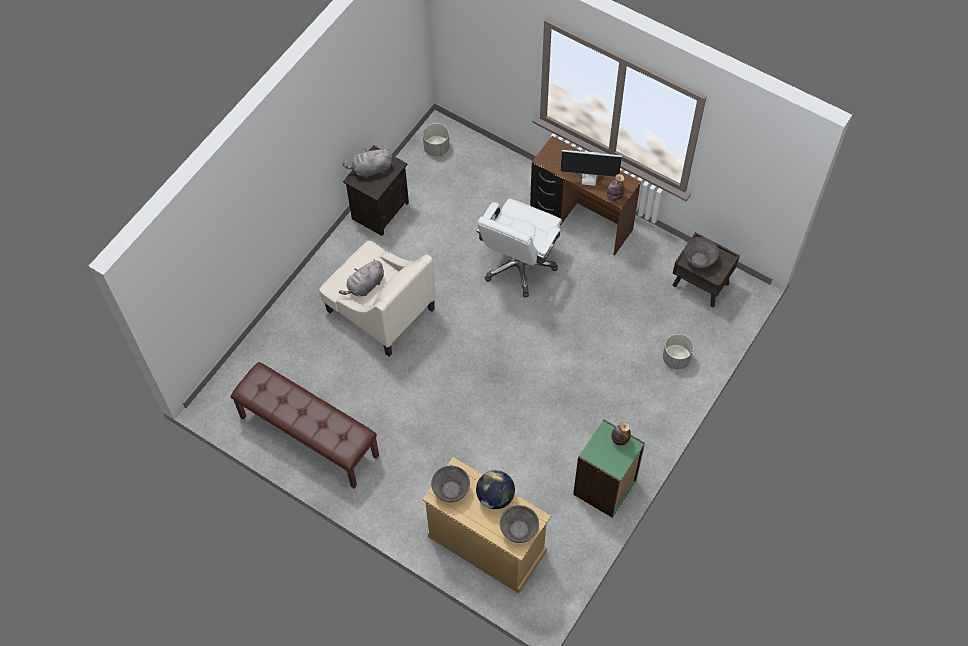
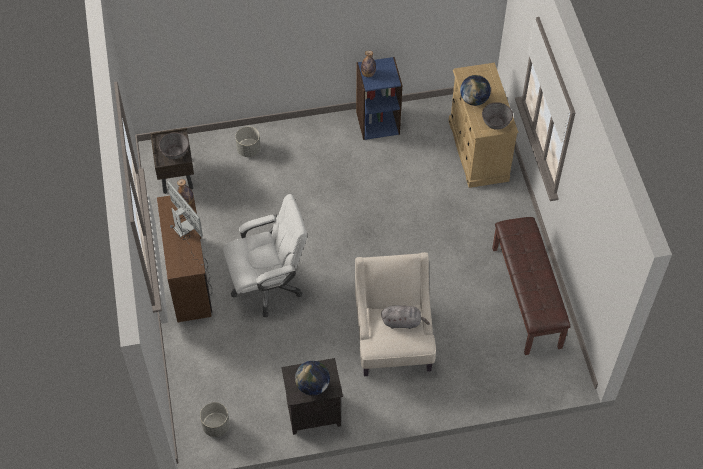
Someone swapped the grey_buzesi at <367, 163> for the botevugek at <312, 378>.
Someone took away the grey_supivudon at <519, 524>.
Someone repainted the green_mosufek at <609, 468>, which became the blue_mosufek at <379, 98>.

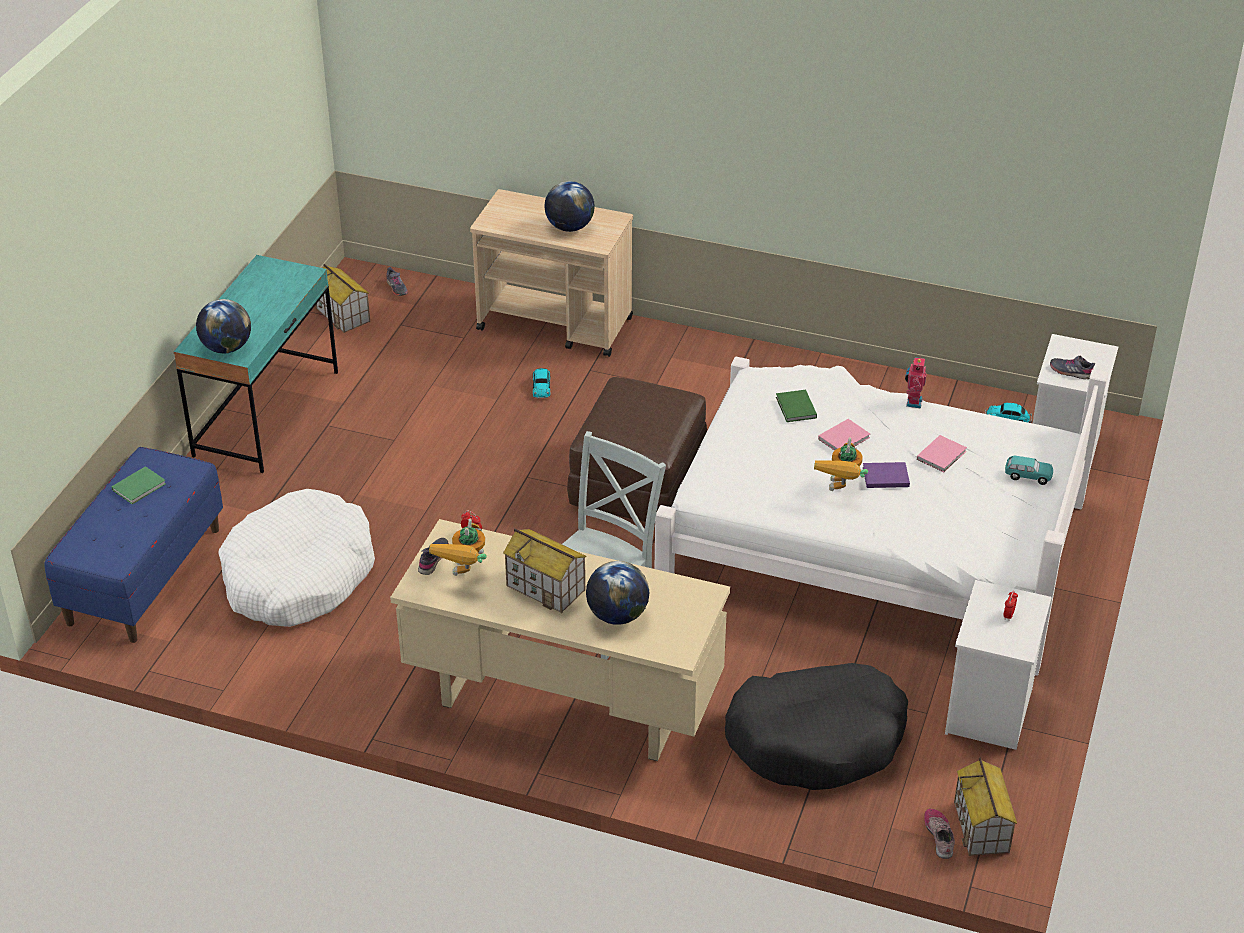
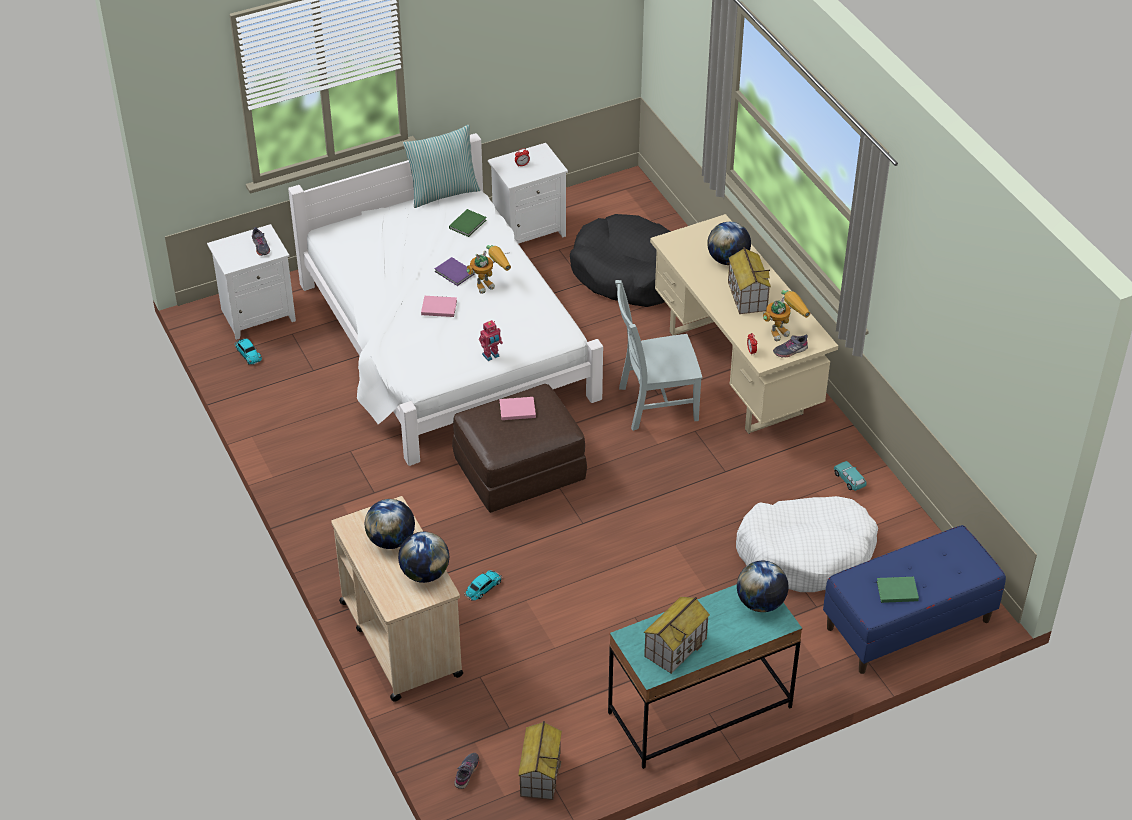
Someone carried the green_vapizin from <796, 406> to <467, 223>.
Someone carried the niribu from <916, 382> to <491, 340>.
Someone carried the pink_vapizin from <942, 453> to <517, 408>.
Someone took away the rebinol at <939, 834>.
Someone carried the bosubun from <985, 807> to <677, 635>.
Someone carried the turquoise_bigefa from <1029, 470> to <850, 476>.
Someone put down the botevugek at <423, 557>.
Someone put down the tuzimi at <441, 166>.

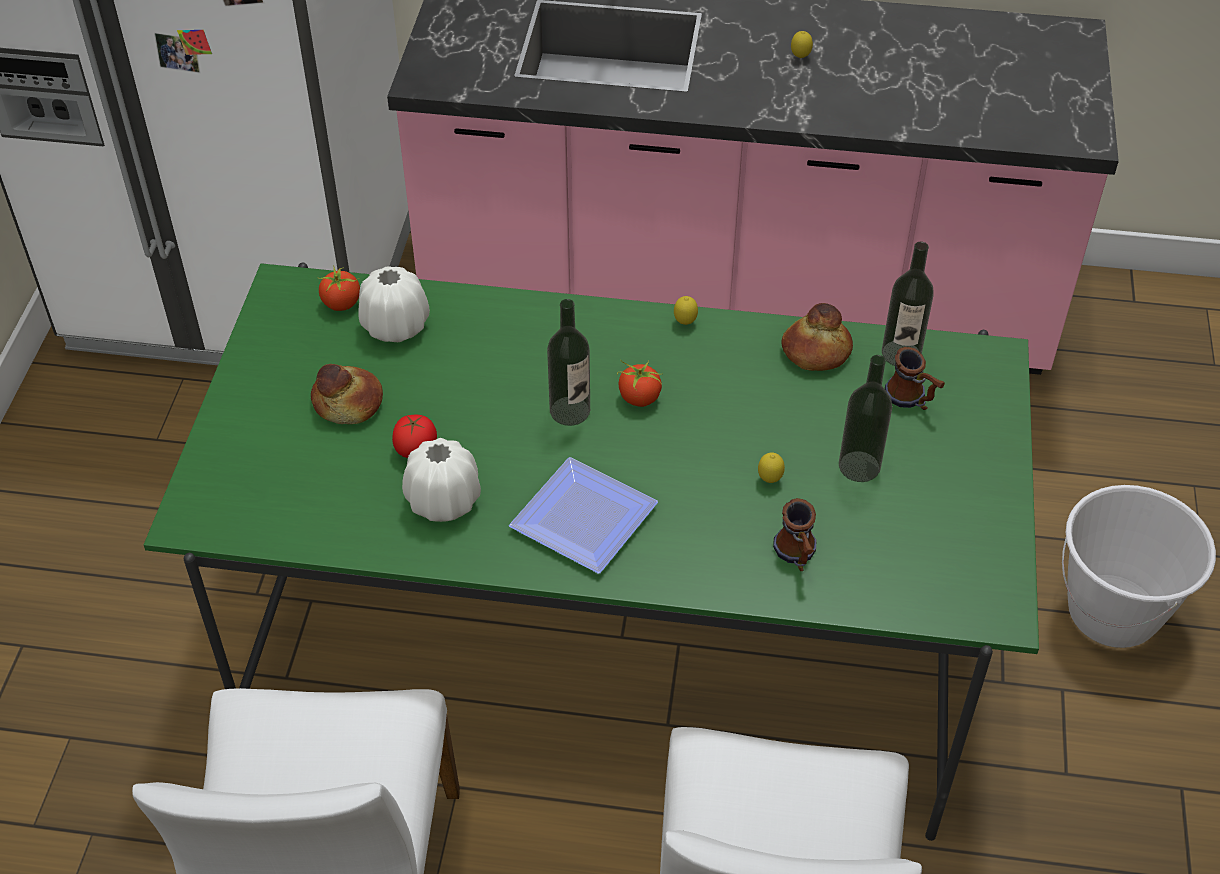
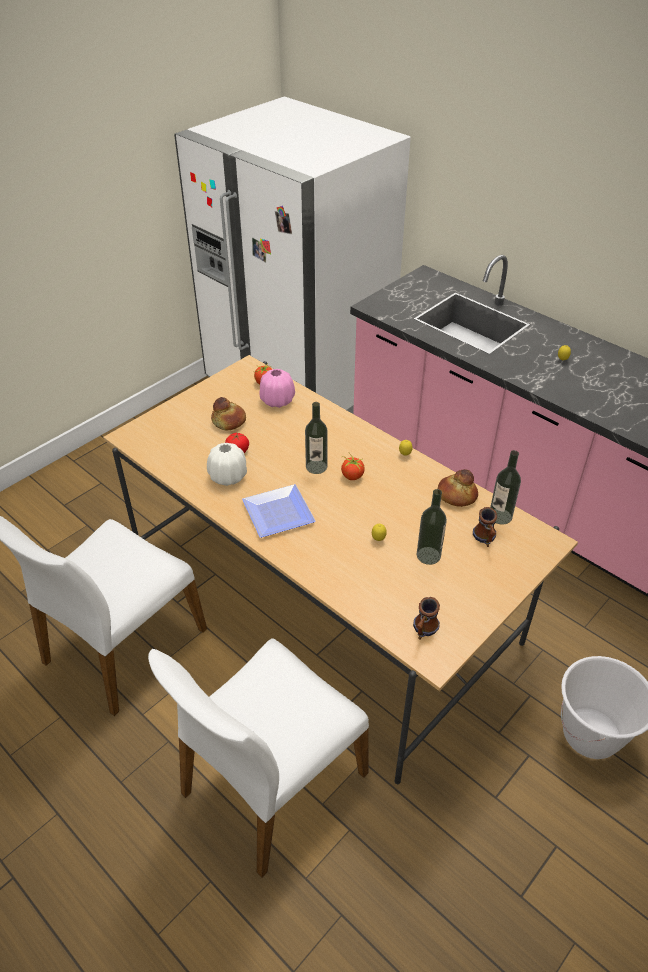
Someone repainted the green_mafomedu at <591, 551>, which became the beige_mafomedu at <340, 569>.
Someone repainted the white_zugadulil at <394, 304>, which became the pink_zugadulil at <277, 388>.
Someone carried the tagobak from <795, 534> to <426, 618>.

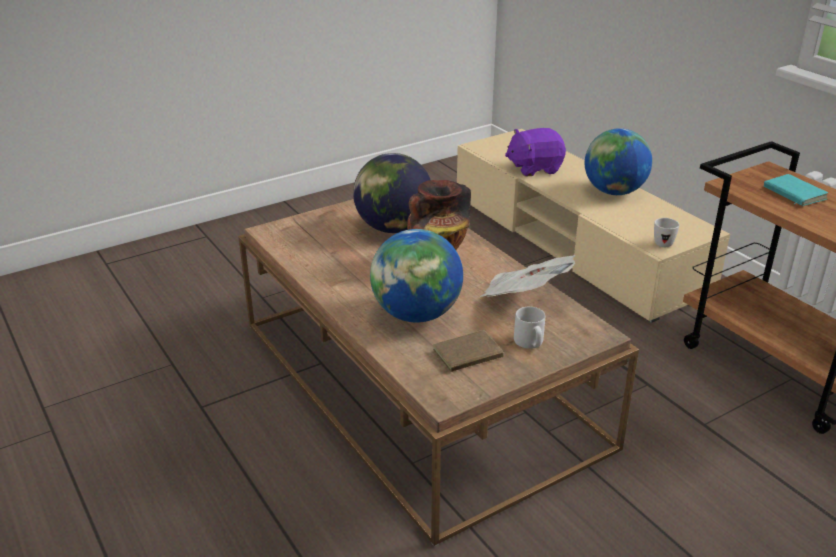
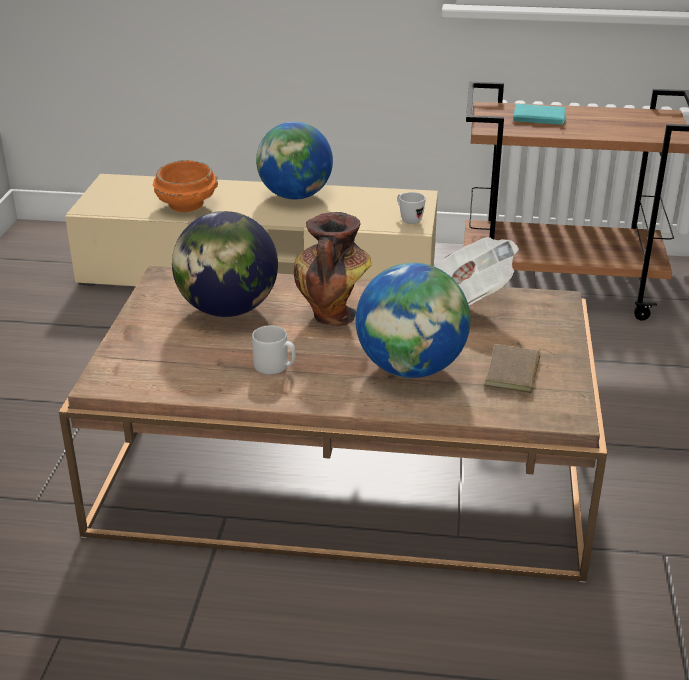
Someone swapped the purple_buzesi at <535, 152> for the orange_supivudon at <185, 186>.
Someone carried the grey_tagobak from <529, 327> to <274, 349>.

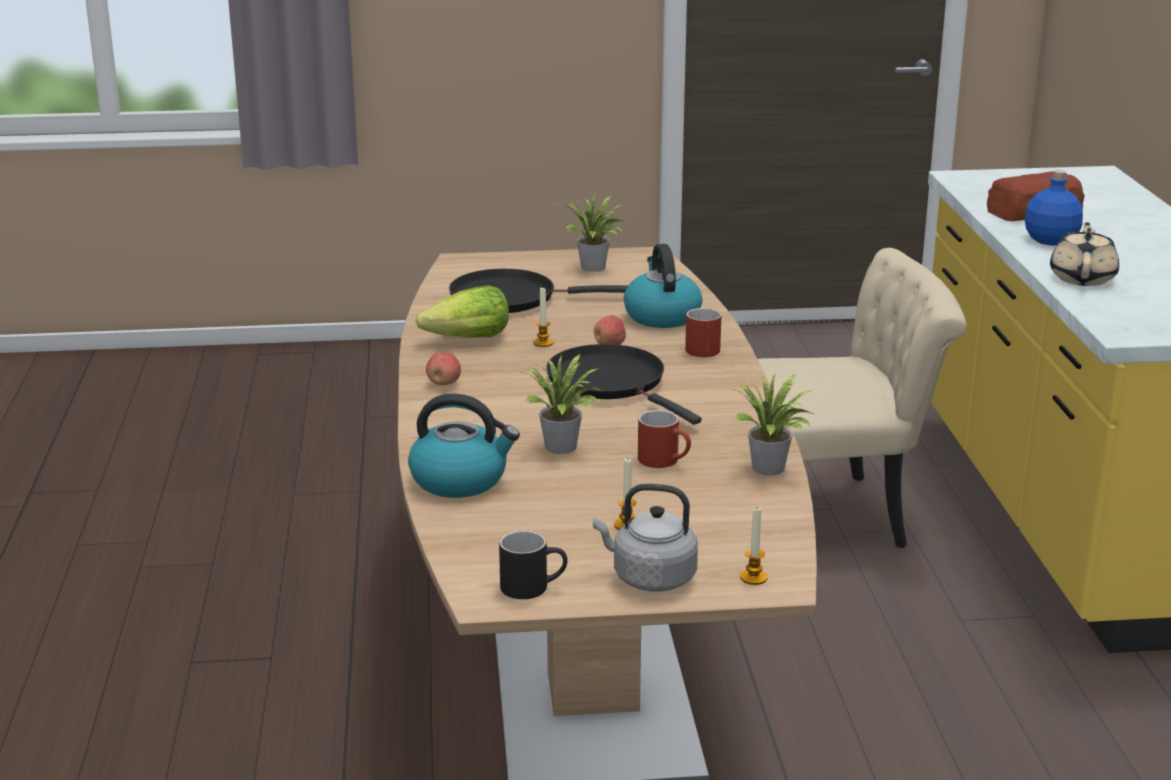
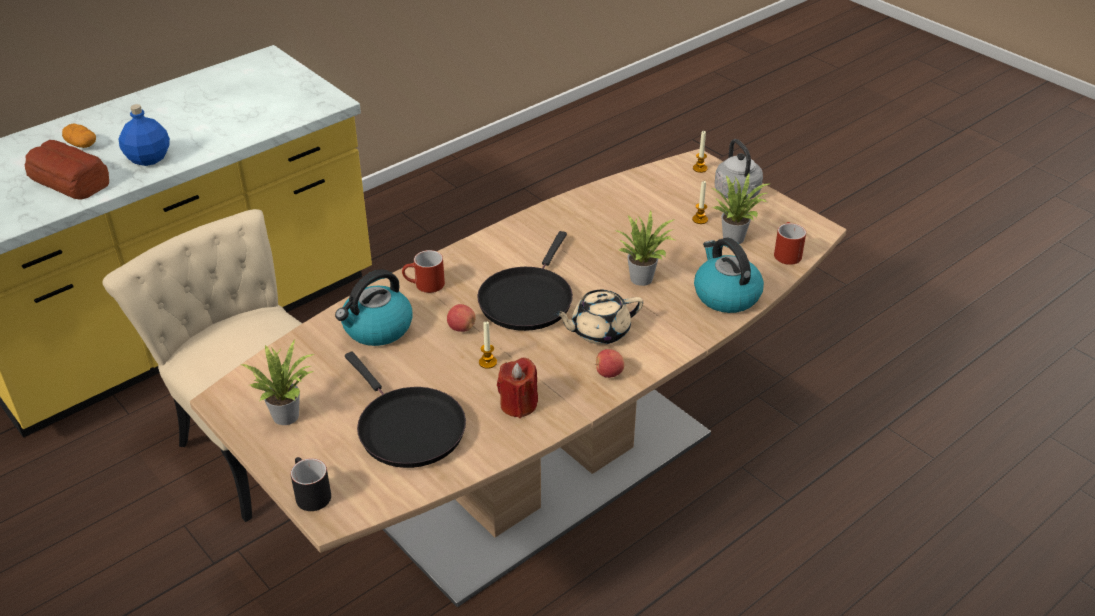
Someone swapped the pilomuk at <462, 311> for the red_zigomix at <517, 388>.
Someone carried the black_tagobak from <533, 564> to <311, 484>.
Someone carried the red_tagobak from <664, 439> to <790, 243>.
Someone carried the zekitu from <768, 424> to <741, 208>.
Someone carried the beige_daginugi from <1084, 254> to <598, 317>.
Someone put down the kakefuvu at <79, 136>.

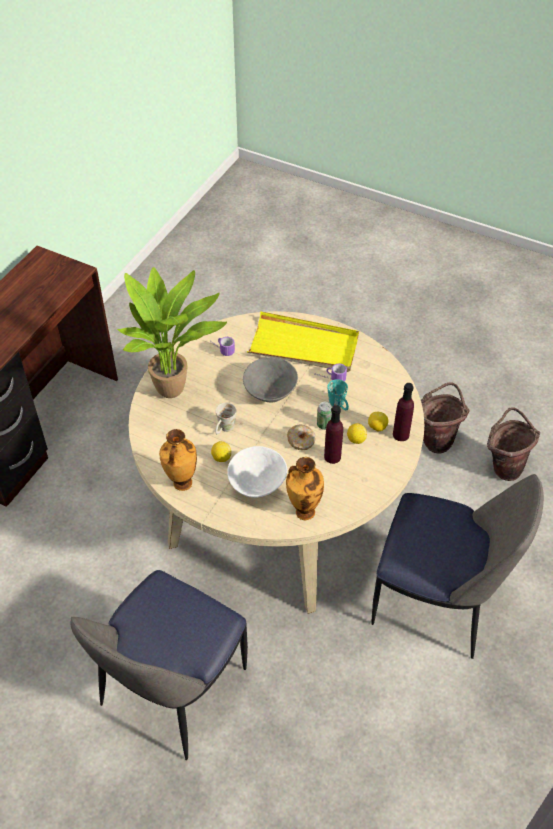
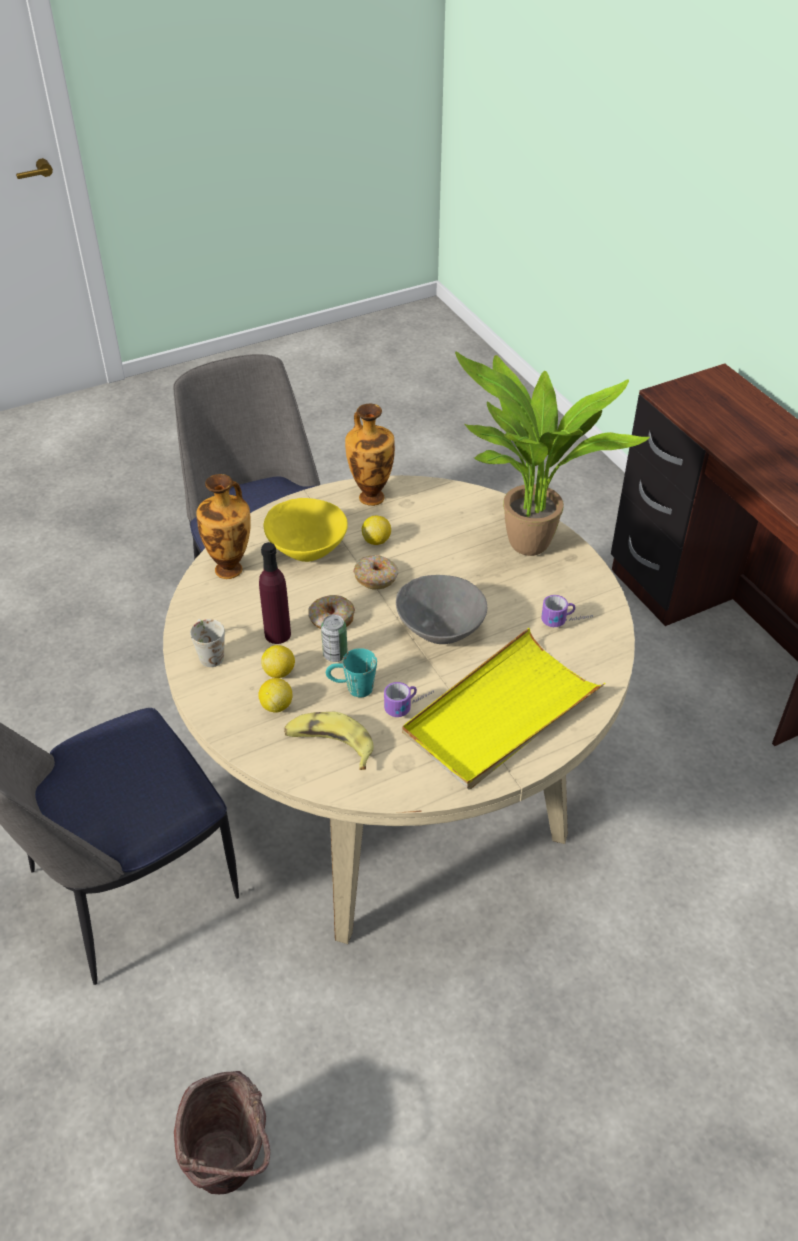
Someone carried the white_tagobak from <225, 418> to <207, 643>.
Someone repainted the white_supivudon at <257, 472>, which became the yellow_supivudon at <306, 530>.
Someone took away the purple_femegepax at <403, 412>.
Someone took away the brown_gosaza at <445, 418>.
Someone put down the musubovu at <329, 741>.
Someone put down the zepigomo at <375, 572>.

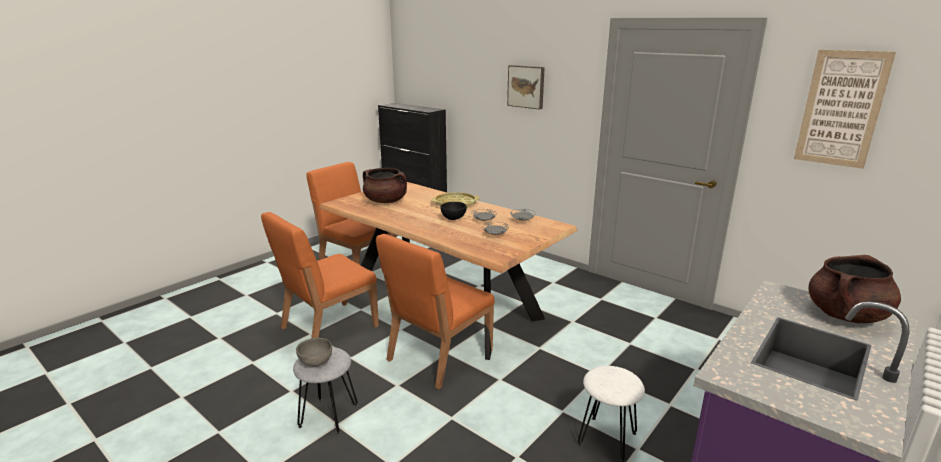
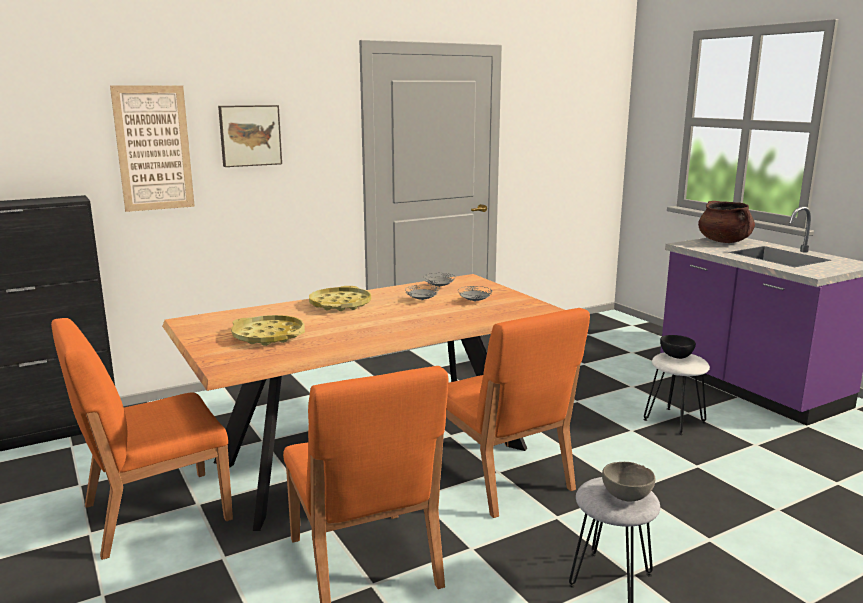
Someone swapped the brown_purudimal at <385, 185> for the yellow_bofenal at <268, 330>.
Someone carried the black_supivudon from <453, 211> to <678, 347>.
Someone carried the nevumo from <845, 109> to <152, 148>.

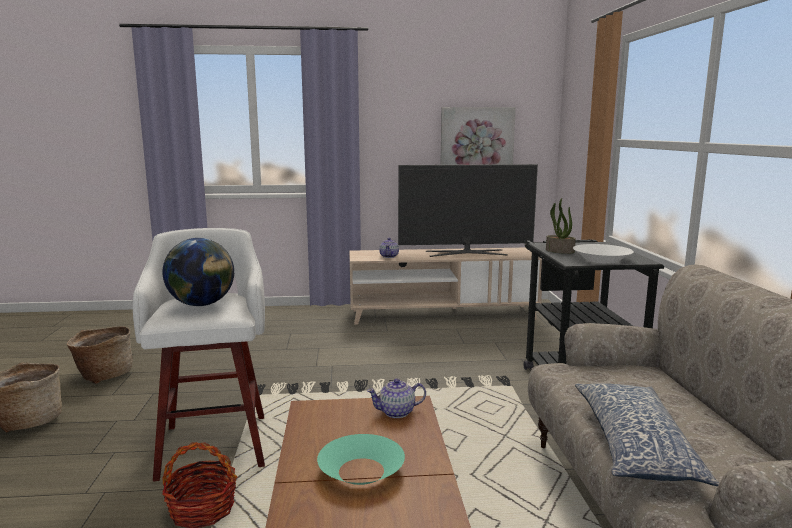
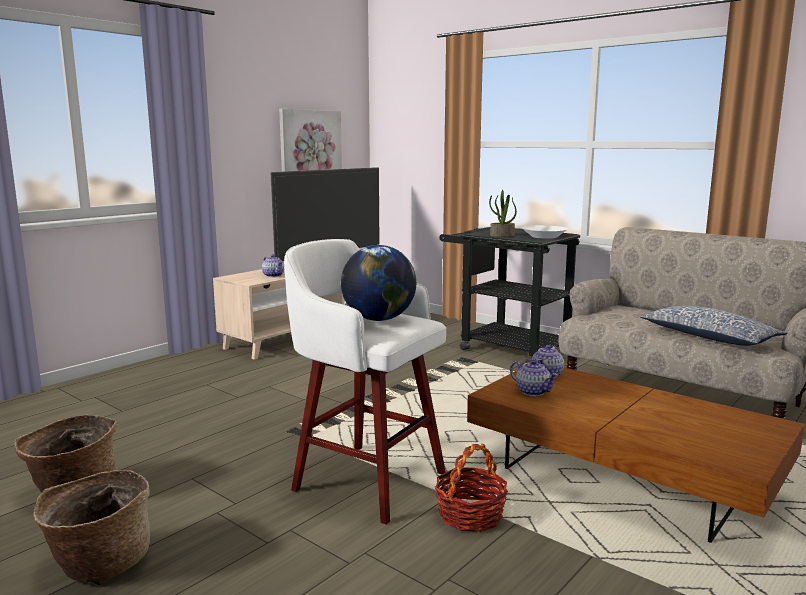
Someone took away the turquoise_supivudon at <361, 459>.
Someone put down the daginugi at <534, 378>.

